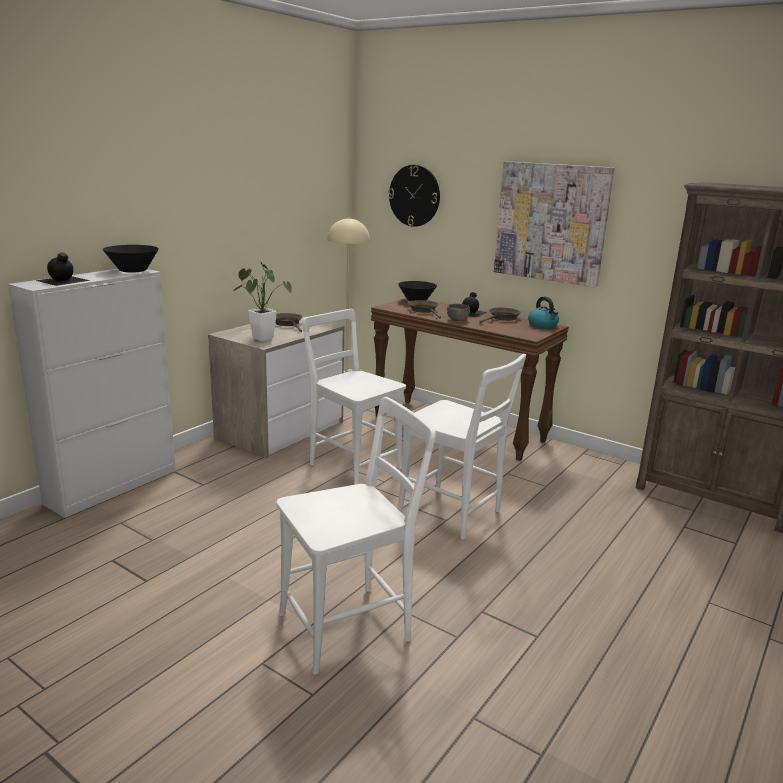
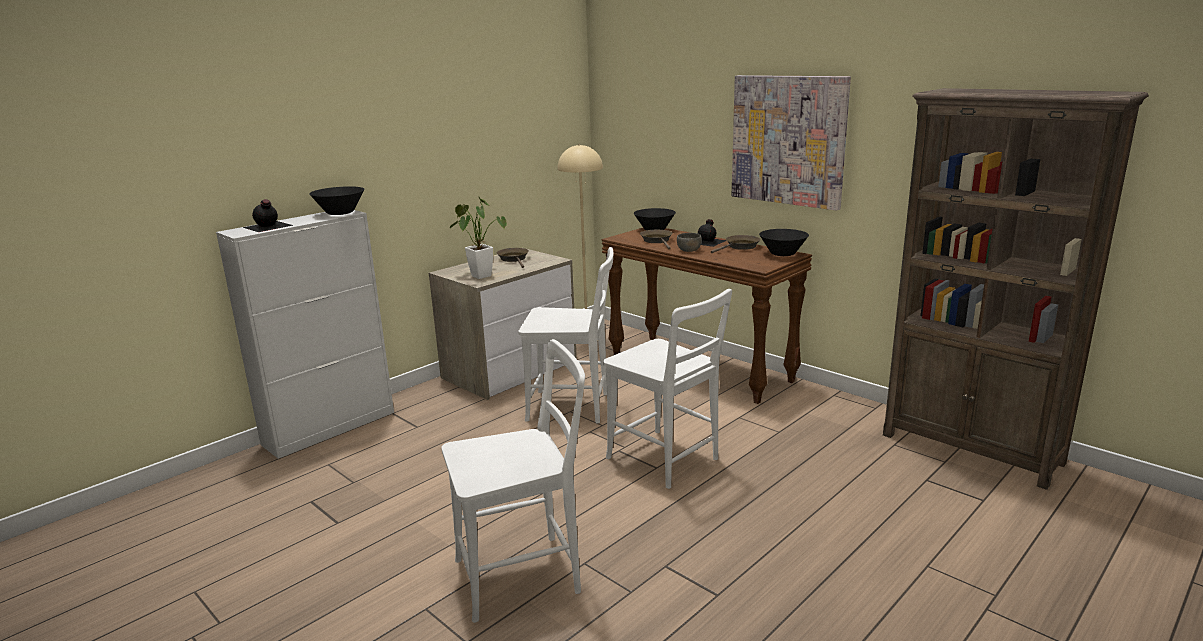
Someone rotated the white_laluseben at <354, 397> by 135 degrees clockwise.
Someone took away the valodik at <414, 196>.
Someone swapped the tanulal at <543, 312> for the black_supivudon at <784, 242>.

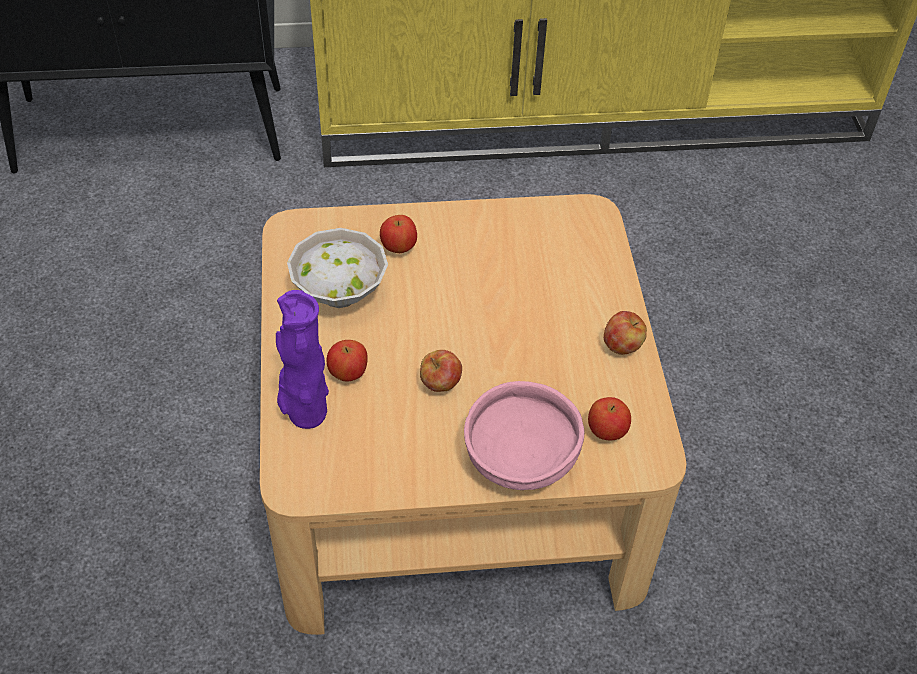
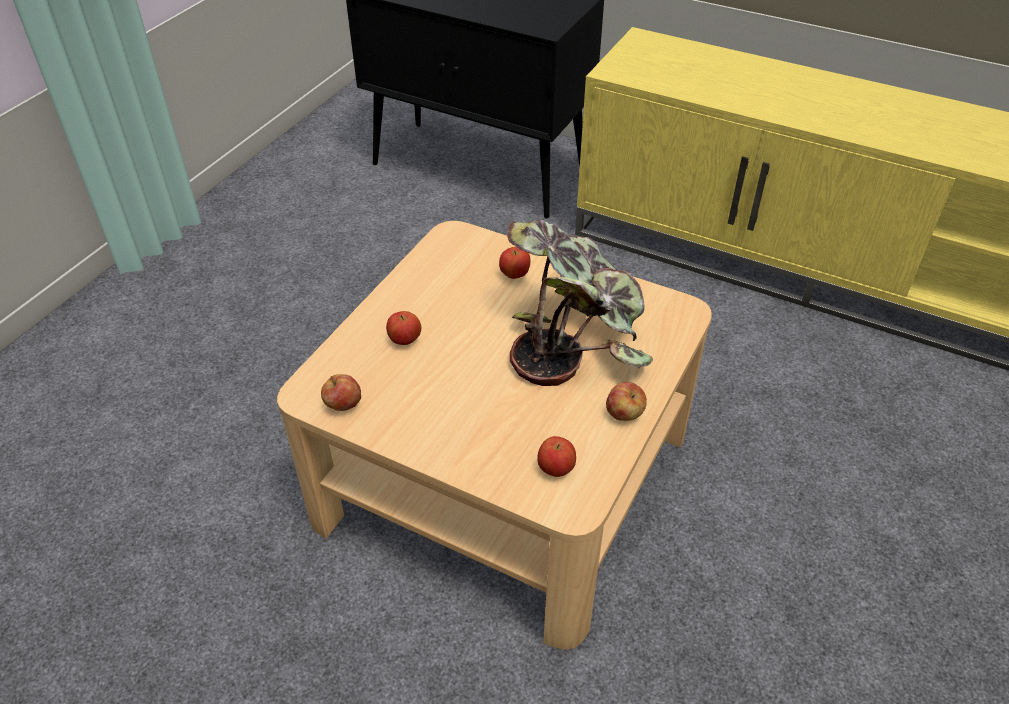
Someone took away the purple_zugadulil at <302, 359>.
Someone took away the white_supivudon at <337, 268>.
Someone carried the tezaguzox from <441, 371> to <341, 392>.
Someone took away the pink_supivudon at <524, 435>.
Someone put down the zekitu at <580, 303>.

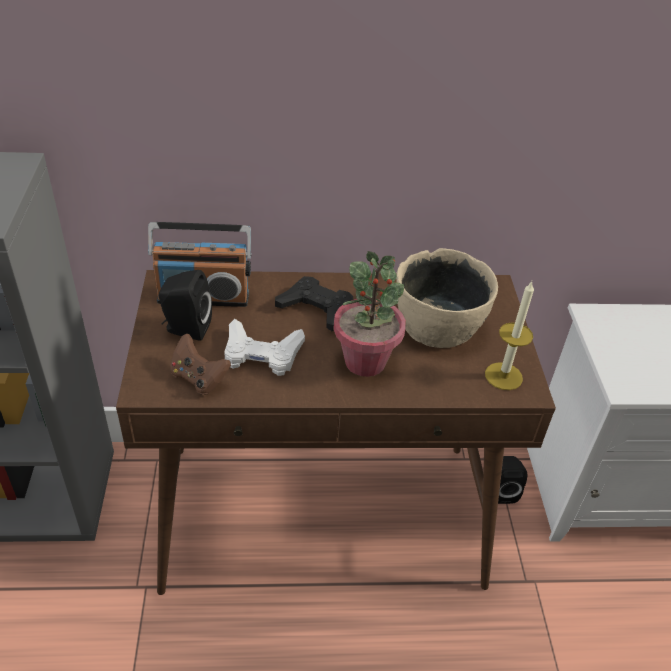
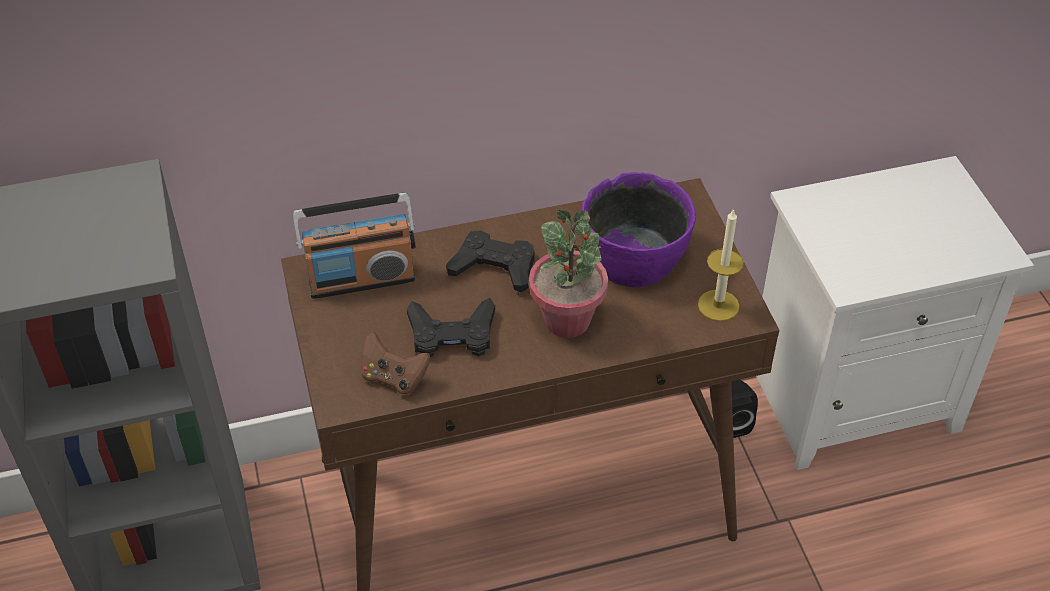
Someone took away the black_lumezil at <185, 305>.
Someone repainted the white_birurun at <264, 347>, which became the black_birurun at <451, 327>.
Someone repainted the beige_supivudon at <447, 298>, which became the purple_supivudon at <639, 229>.

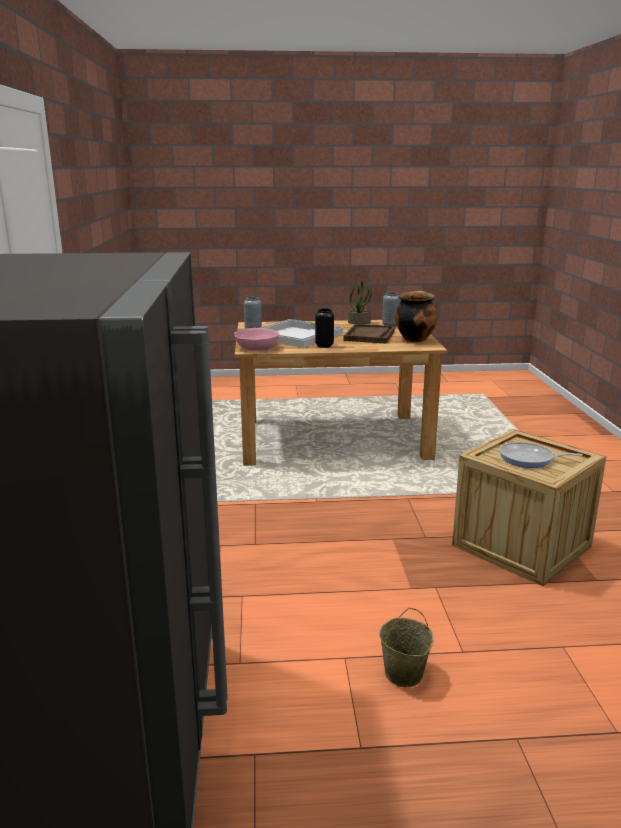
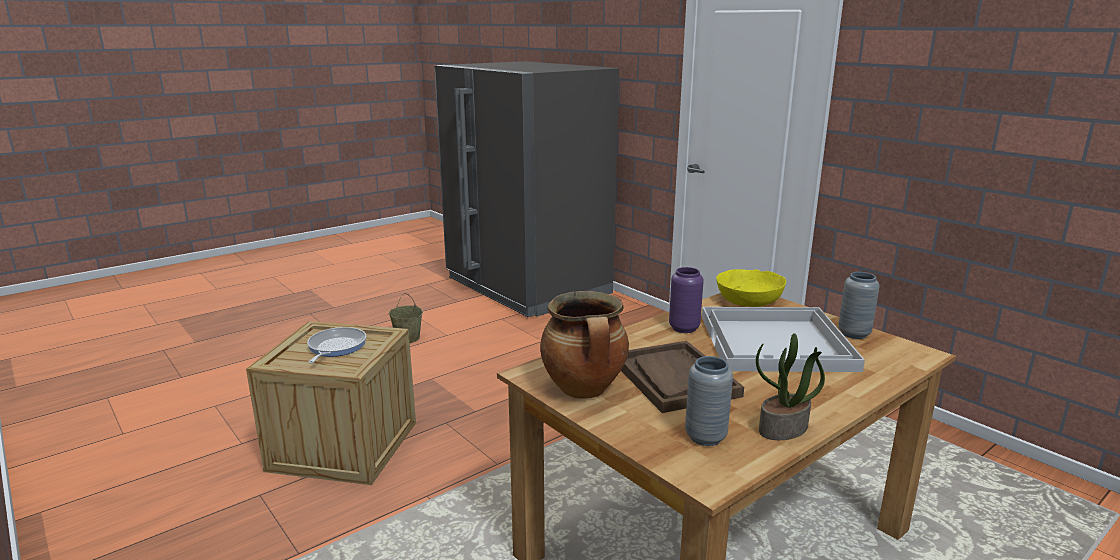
Someone repainted the pink_supivudon at <256, 339>, which became the yellow_supivudon at <751, 288>.
Someone repainted the black_zugadulil at <324, 328>, which became the purple_zugadulil at <686, 300>.
Someone rotated the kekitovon at <541, 455> by 60 degrees counterclockwise.

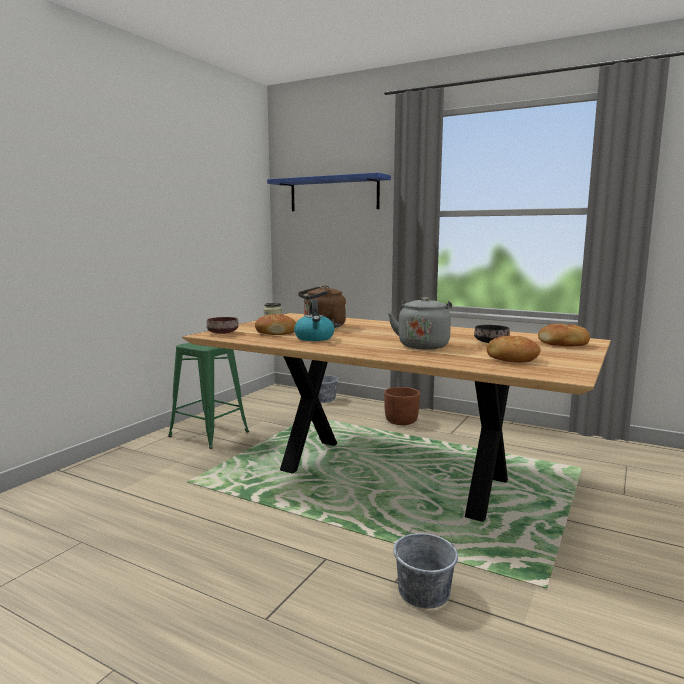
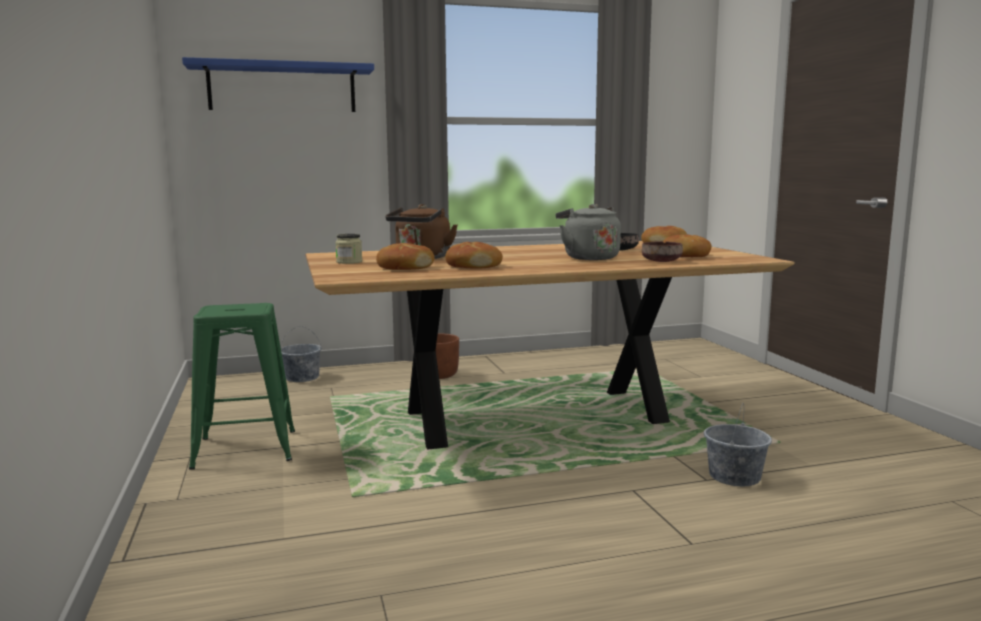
Someone carried the brown_supivudon from <223, 325> to <662, 251>.
Someone swapped the tanulal at <314, 320> for the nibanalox at <474, 255>.

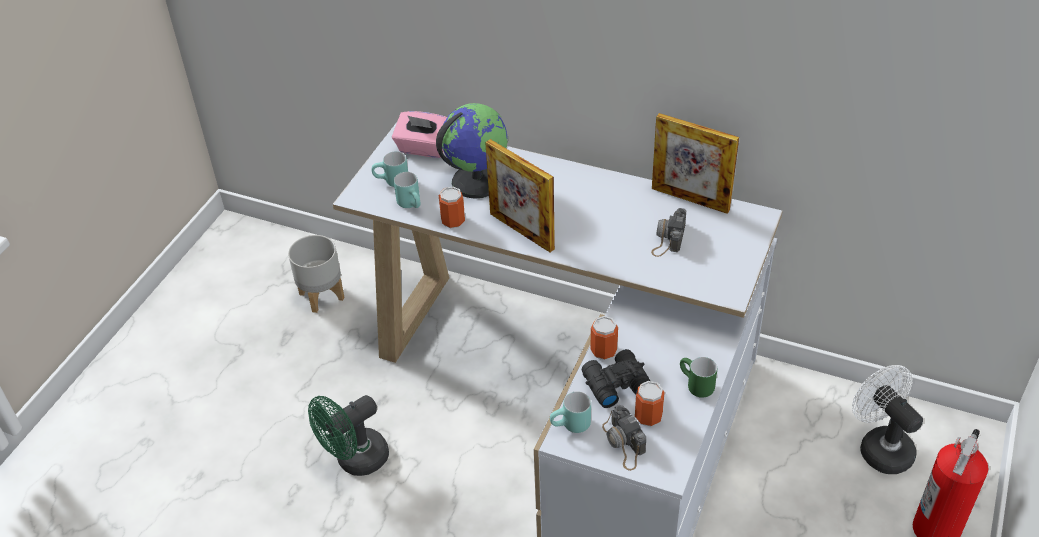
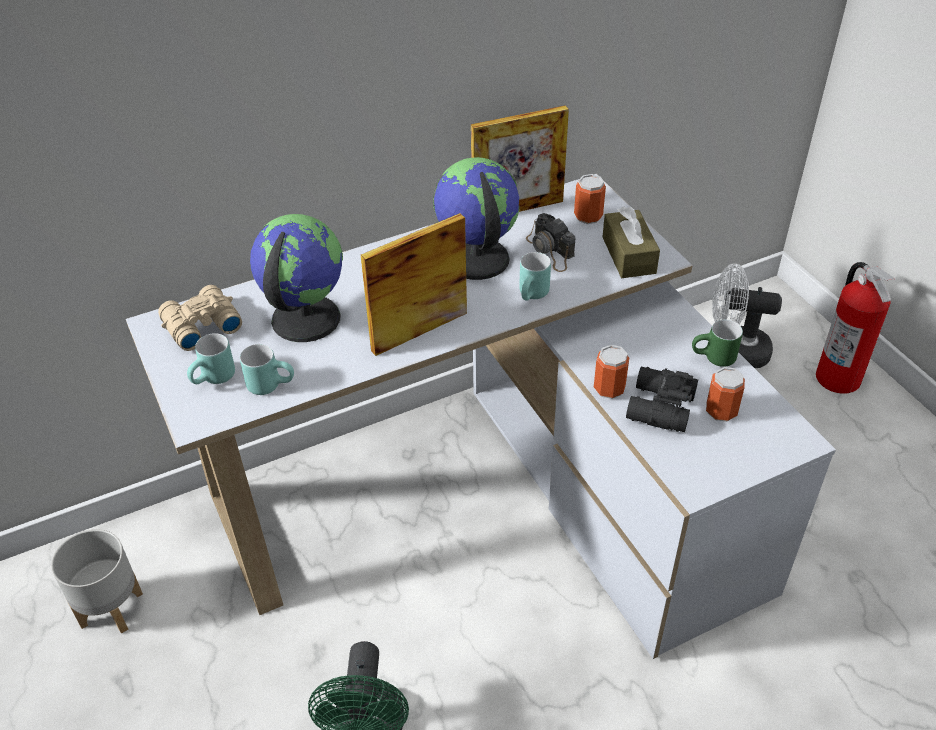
Someone swapped the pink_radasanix at <419, 134> for the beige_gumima at <200, 318>.
Someone carried the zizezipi from <452, 207> to <590, 199>.
Someone rotated the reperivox at <520, 195> by 150 degrees clockwise.
Someone carried the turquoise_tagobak from <570, 412> to <535, 276>.
Someone took away the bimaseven at <624, 438>.
Someone put down the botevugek at <476, 218>.
Someone put down the brown_radasanix at <631, 242>.

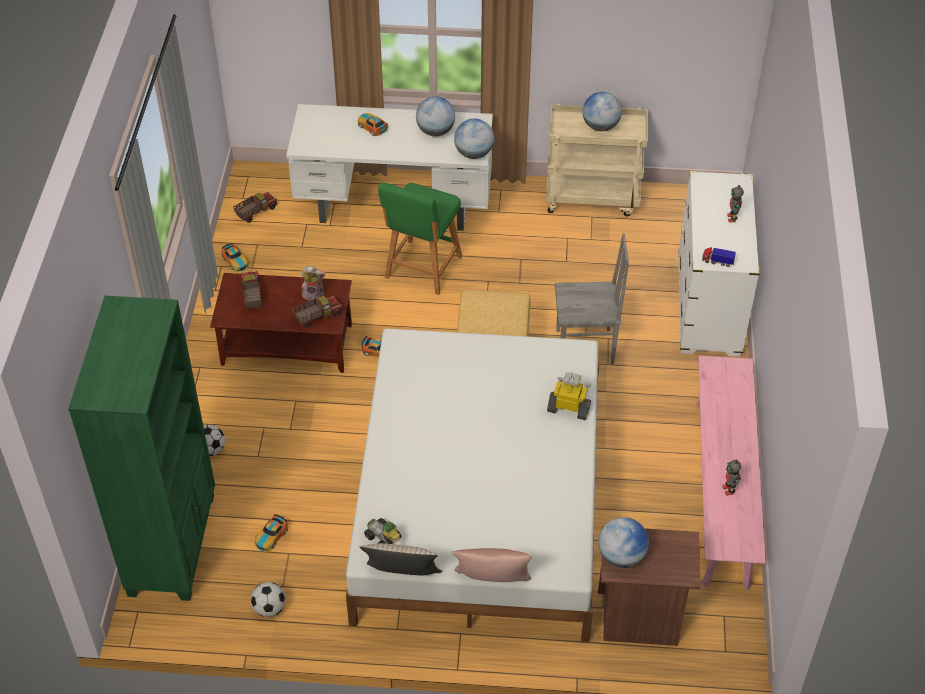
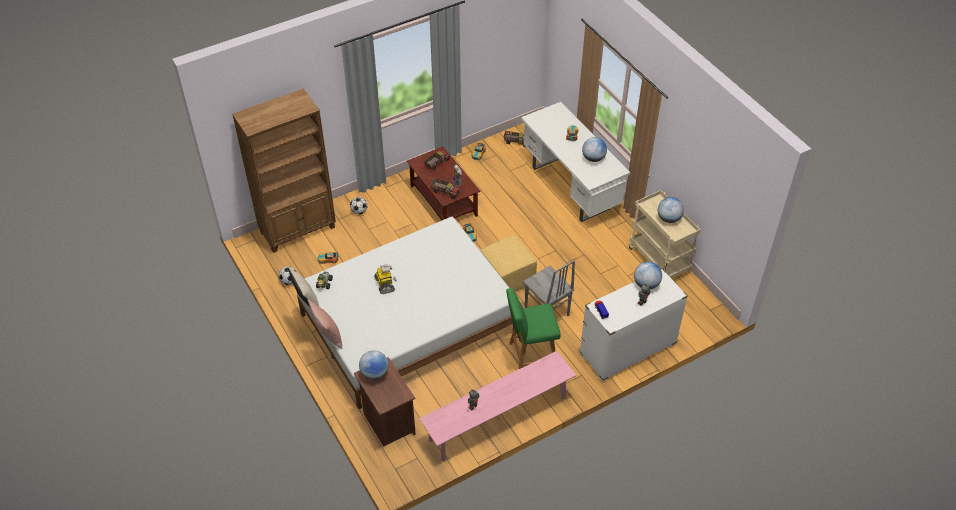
Someone repainted the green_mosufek at <141, 448>, which became the brown_mosufek at <284, 171>.
Someone carried the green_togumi from <420, 238> to <533, 329>.
Someone carried the botevugek from <474, 139> to <648, 275>.
Someone carried the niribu from <569, 396> to <385, 279>.

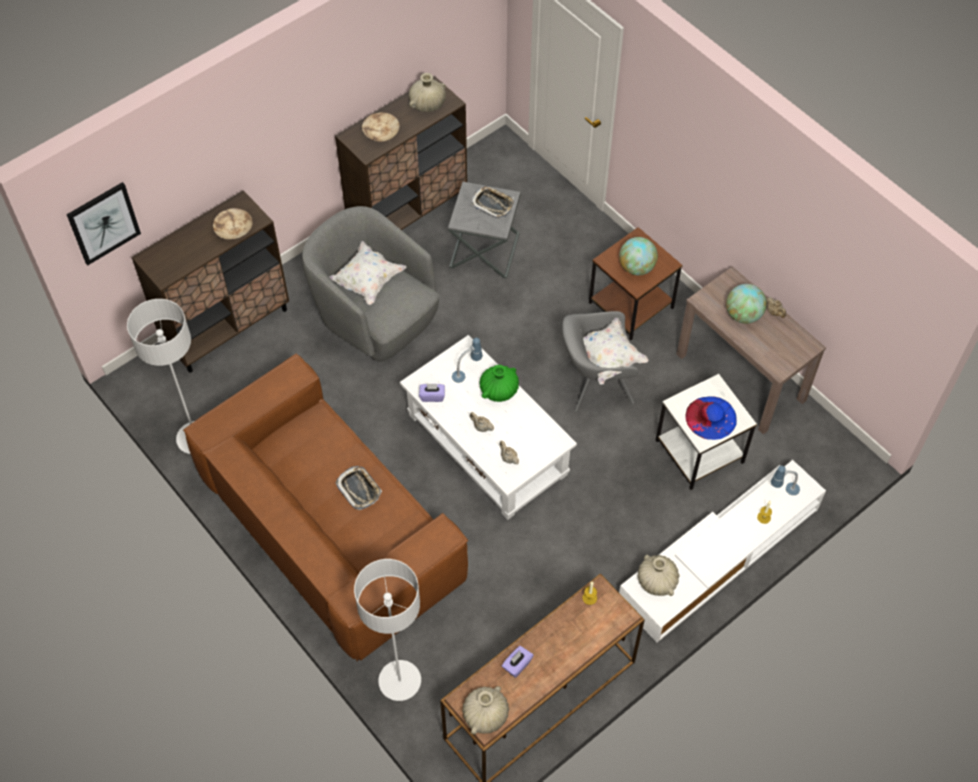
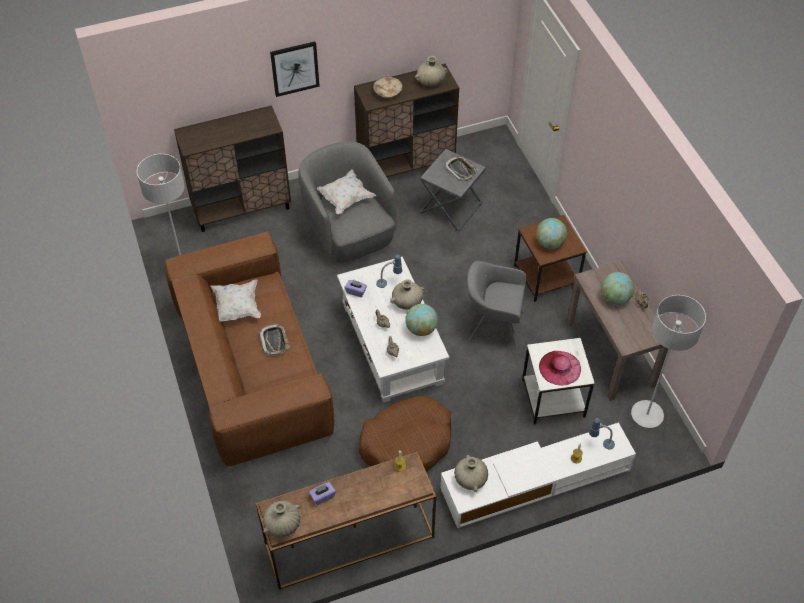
Someone carried the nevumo from <104, 223> to <295, 69>.
Someone took away the beige_supivudon at <233, 224>.
Someone carried the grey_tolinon from <387, 630> to <668, 361>.
Someone repainted the green_zugadulil at <499, 383>, which became the beige_zugadulil at <407, 294>.
Someone carried the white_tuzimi from <616, 351> to <236, 300>.
Someone repainted the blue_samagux at <711, 418>, which became the pink_samagux at <560, 368>.
Someone put down the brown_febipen at <405, 434>.
Someone put down the botevugek at <421, 320>.

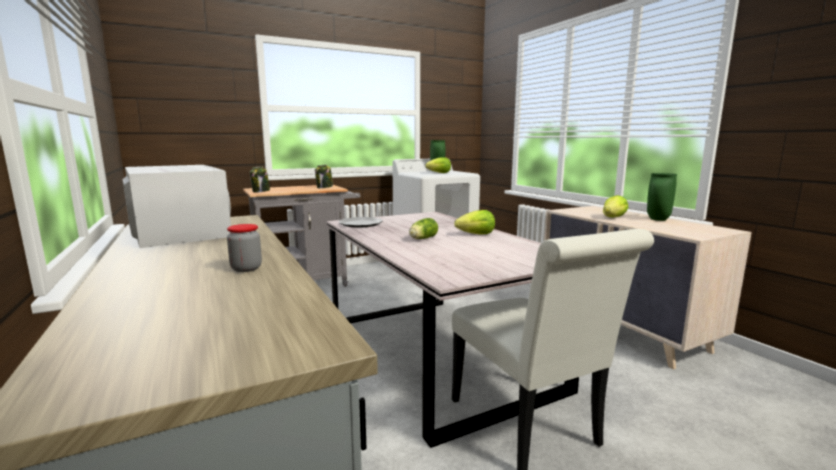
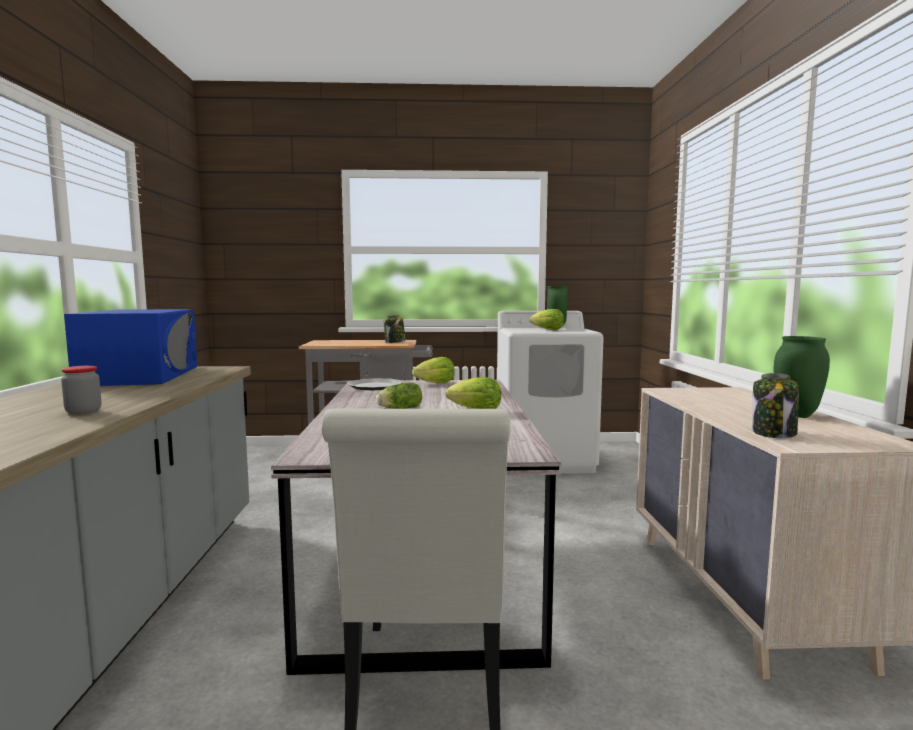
Someone repainted the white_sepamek at <176, 206>, which became the blue_sepamek at <130, 347>.
Someone carried the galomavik from <260, 179> to <775, 405>.
Someone carried the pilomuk from <615, 206> to <433, 370>.

